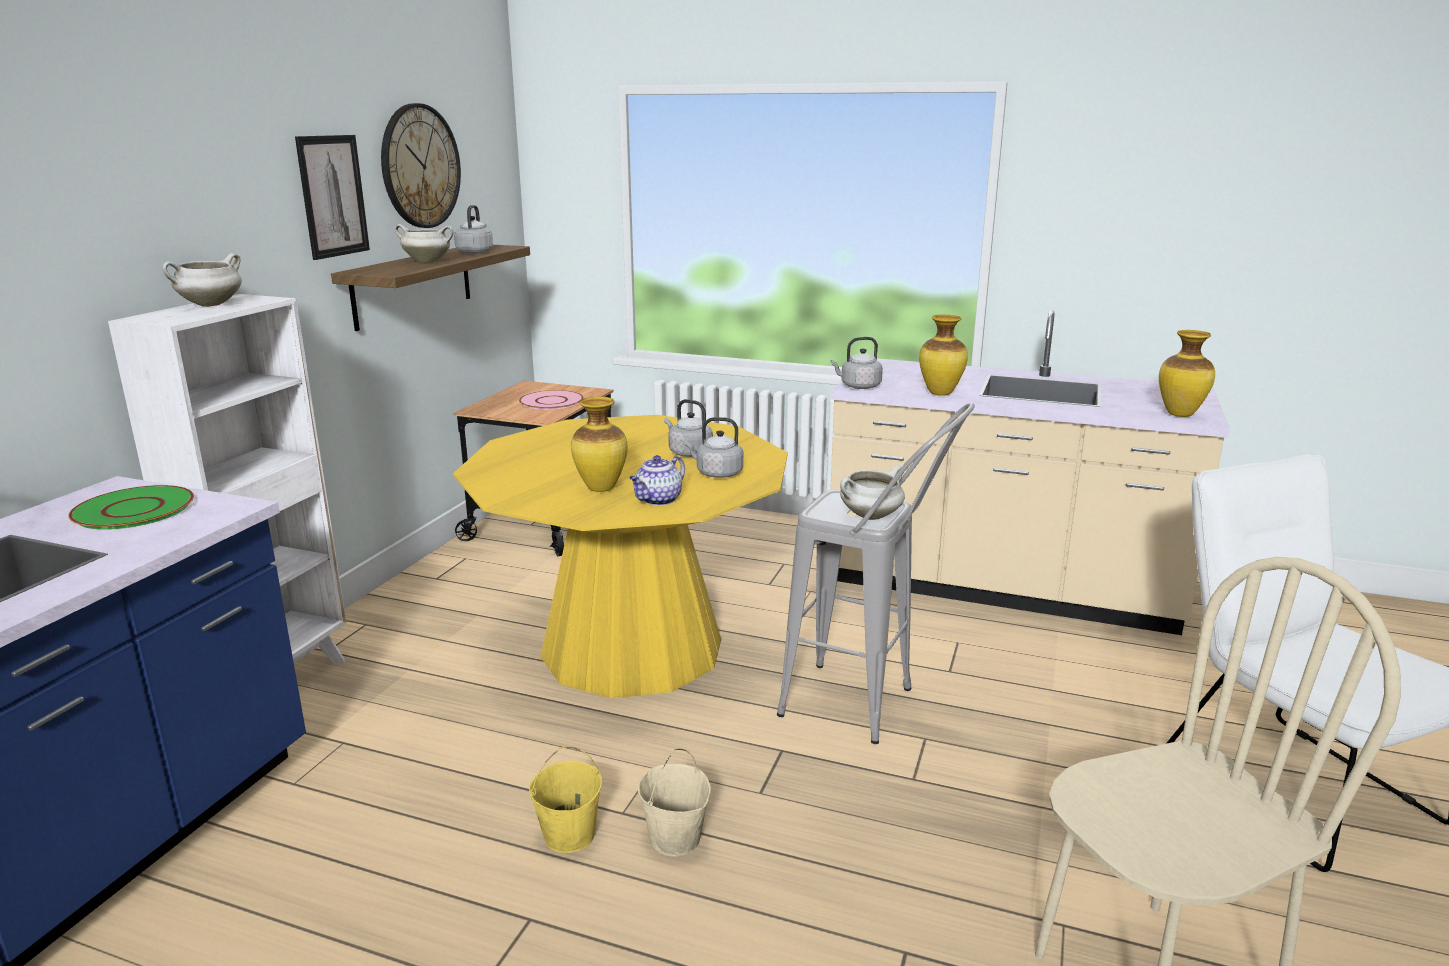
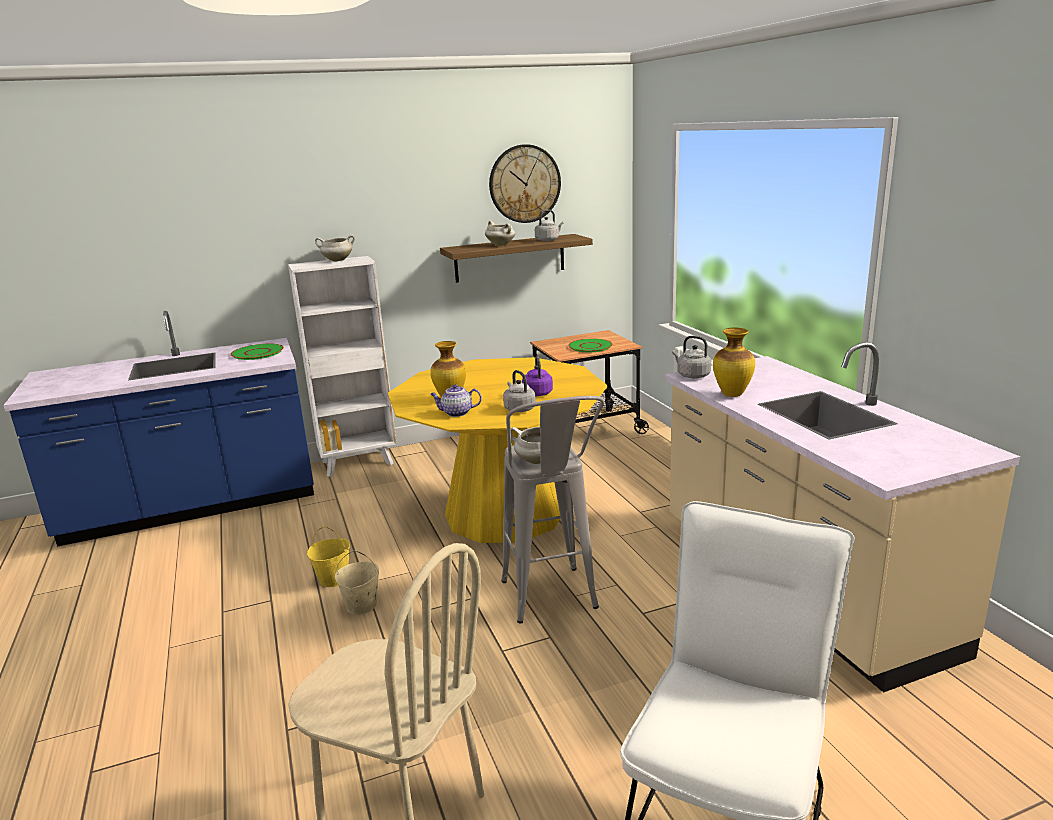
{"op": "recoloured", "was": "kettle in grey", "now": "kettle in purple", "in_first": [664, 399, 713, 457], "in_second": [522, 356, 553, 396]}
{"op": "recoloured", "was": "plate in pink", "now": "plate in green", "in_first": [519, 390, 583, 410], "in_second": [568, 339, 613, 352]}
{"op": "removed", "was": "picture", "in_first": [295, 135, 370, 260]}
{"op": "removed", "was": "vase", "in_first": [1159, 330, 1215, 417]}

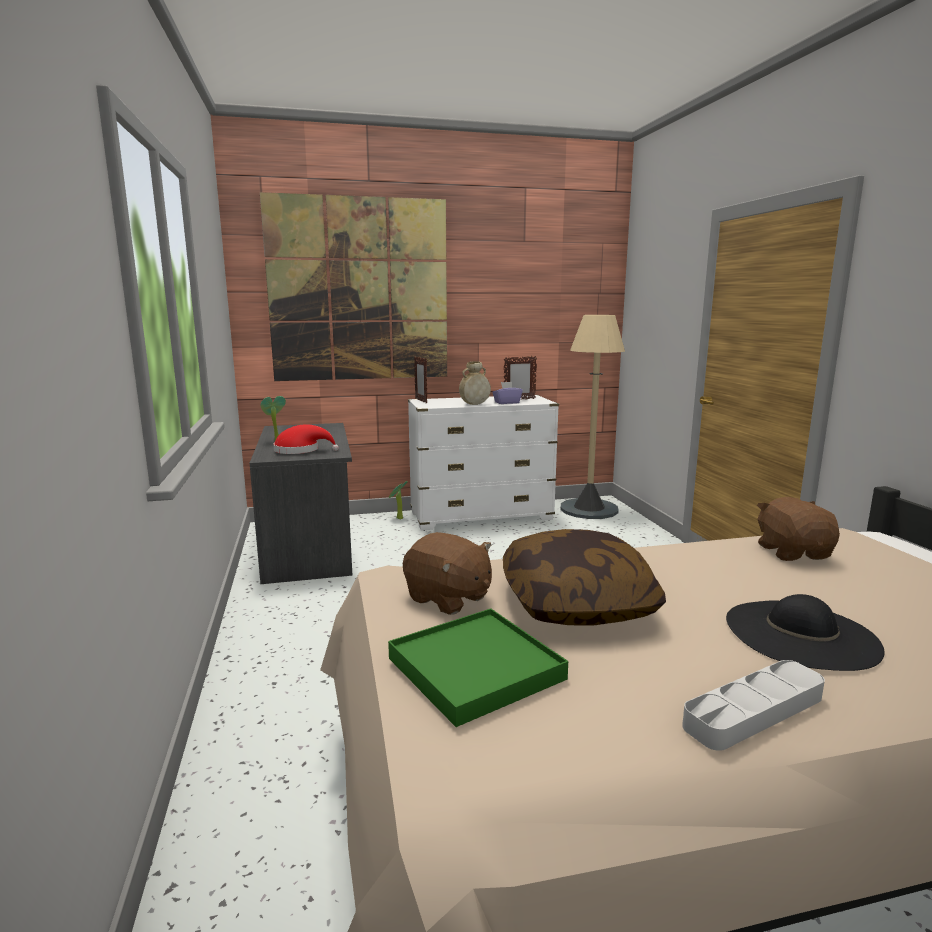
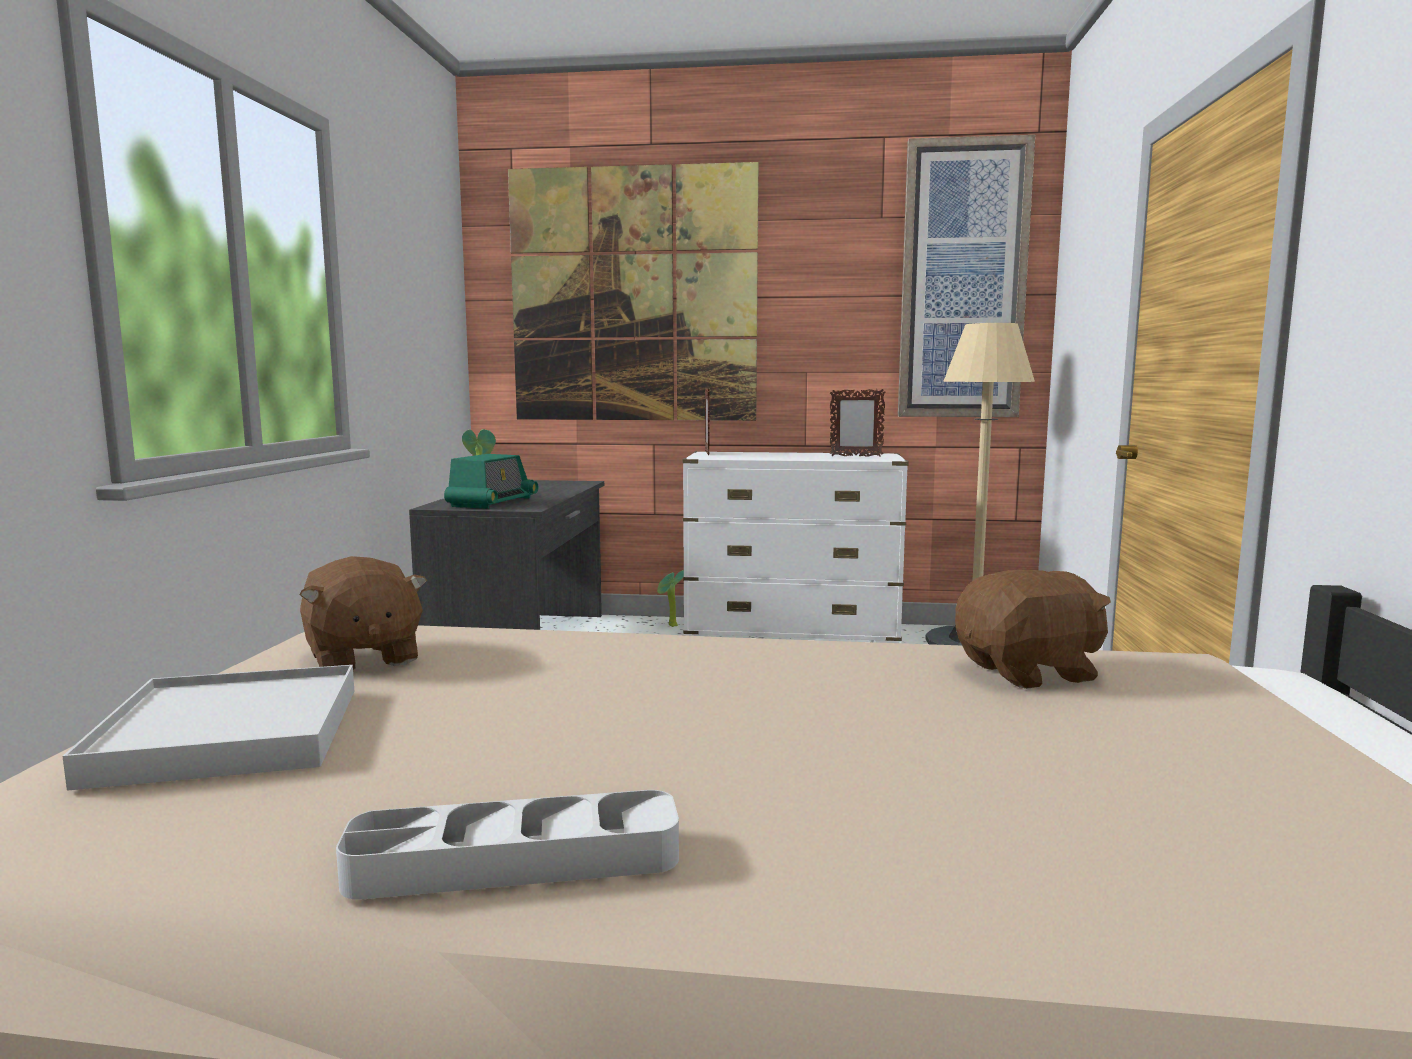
{"op": "recoloured", "was": "tray in green", "now": "tray in white", "in_first": [388, 608, 568, 727], "in_second": [62, 665, 354, 790]}
{"op": "replaced", "was": "hat in red", "now": "radio", "in_first": [273, 424, 339, 454], "in_second": [444, 454, 538, 509]}
{"op": "added", "now": "picture", "in_second": [898, 135, 1035, 417]}
{"op": "turned", "was": "plush toy in brown", "in_first": [757, 497, 840, 561], "in_second": [955, 570, 1111, 689], "clockwise": 60}
{"op": "removed", "was": "vase in beige", "in_first": [459, 361, 491, 405]}
{"op": "removed", "was": "tissue box in purple", "in_first": [492, 382, 523, 404]}
{"op": "removed", "was": "pillow", "in_first": [503, 529, 666, 625]}
{"op": "removed", "was": "hat in black", "in_first": [726, 594, 885, 671]}

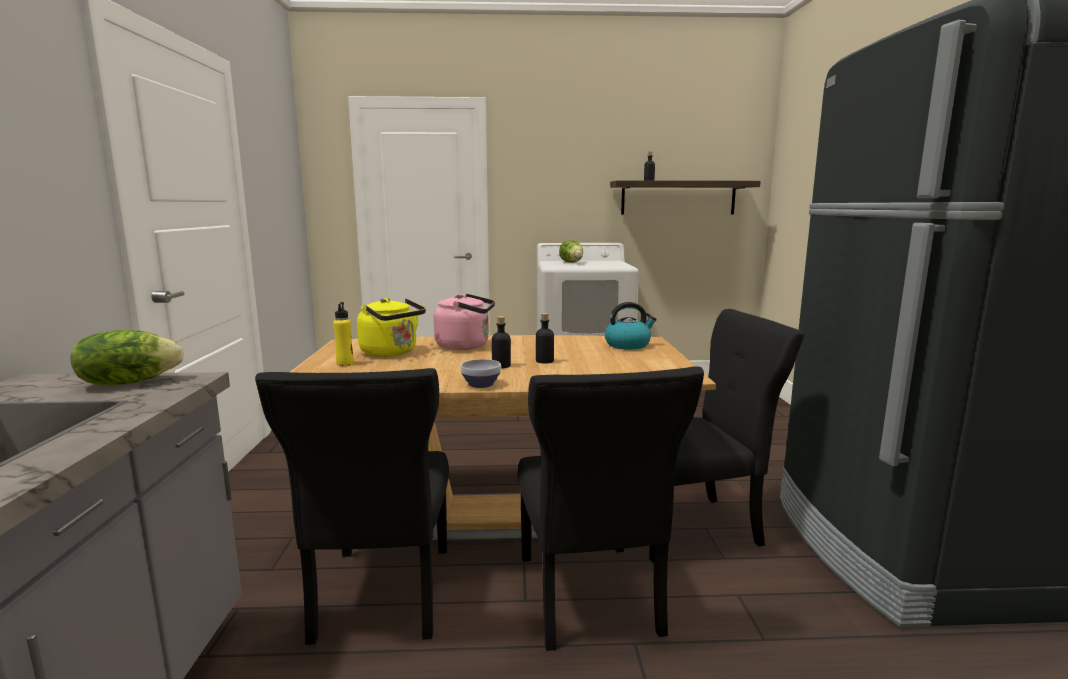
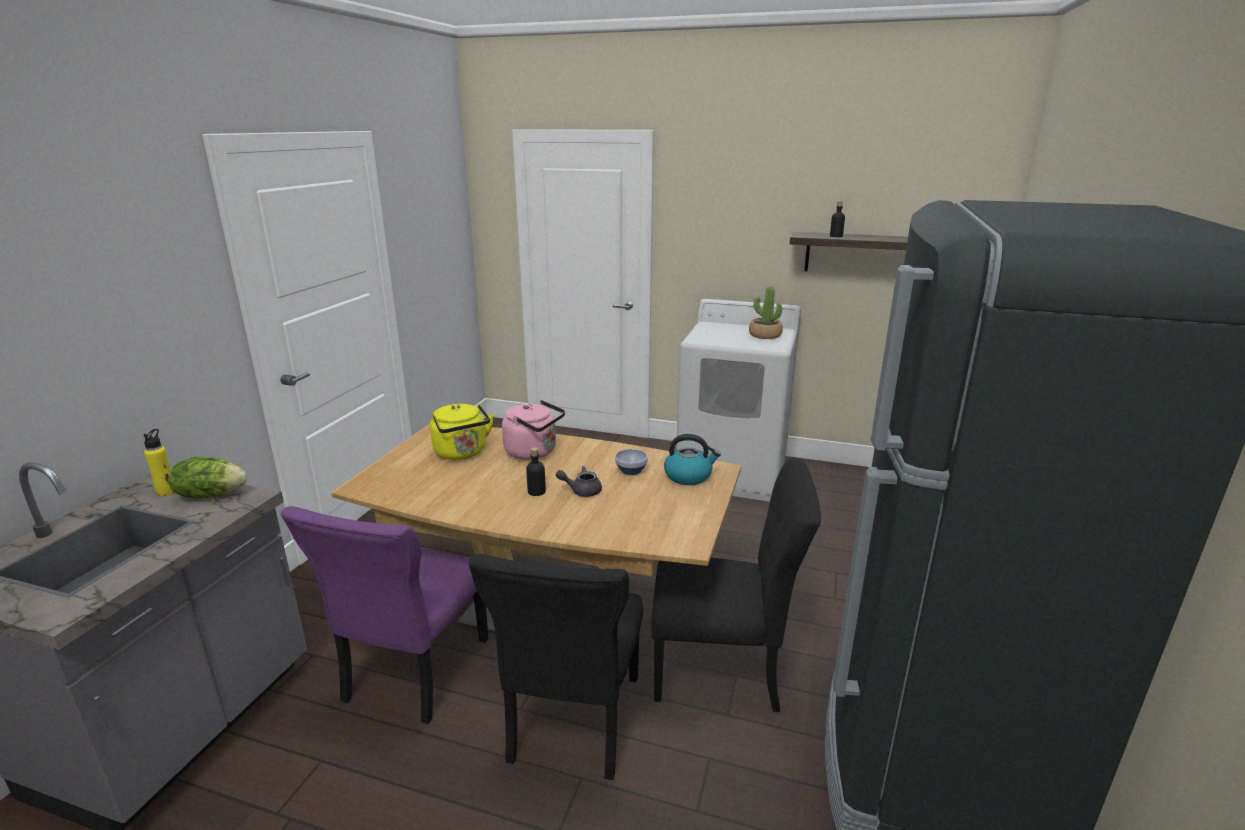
{"op": "moved", "was": "bottle in yellow", "in_first": [333, 302, 354, 366], "in_second": [144, 429, 174, 496]}
{"op": "recoloured", "was": "chair in black", "now": "chair in purple", "in_first": [255, 368, 449, 645], "in_second": [281, 506, 488, 724]}
{"op": "replaced", "was": "bottle in black", "now": "teapot in grey", "in_first": [536, 313, 554, 363], "in_second": [556, 466, 602, 497]}
{"op": "moved", "was": "bowl", "in_first": [460, 359, 501, 388], "in_second": [615, 449, 648, 475]}
{"op": "added", "now": "potted plant", "in_second": [749, 286, 783, 339]}
{"op": "removed", "was": "lettuce", "in_first": [559, 240, 583, 263]}

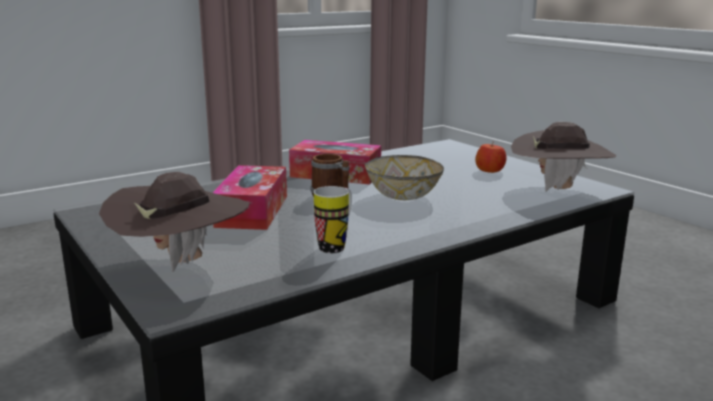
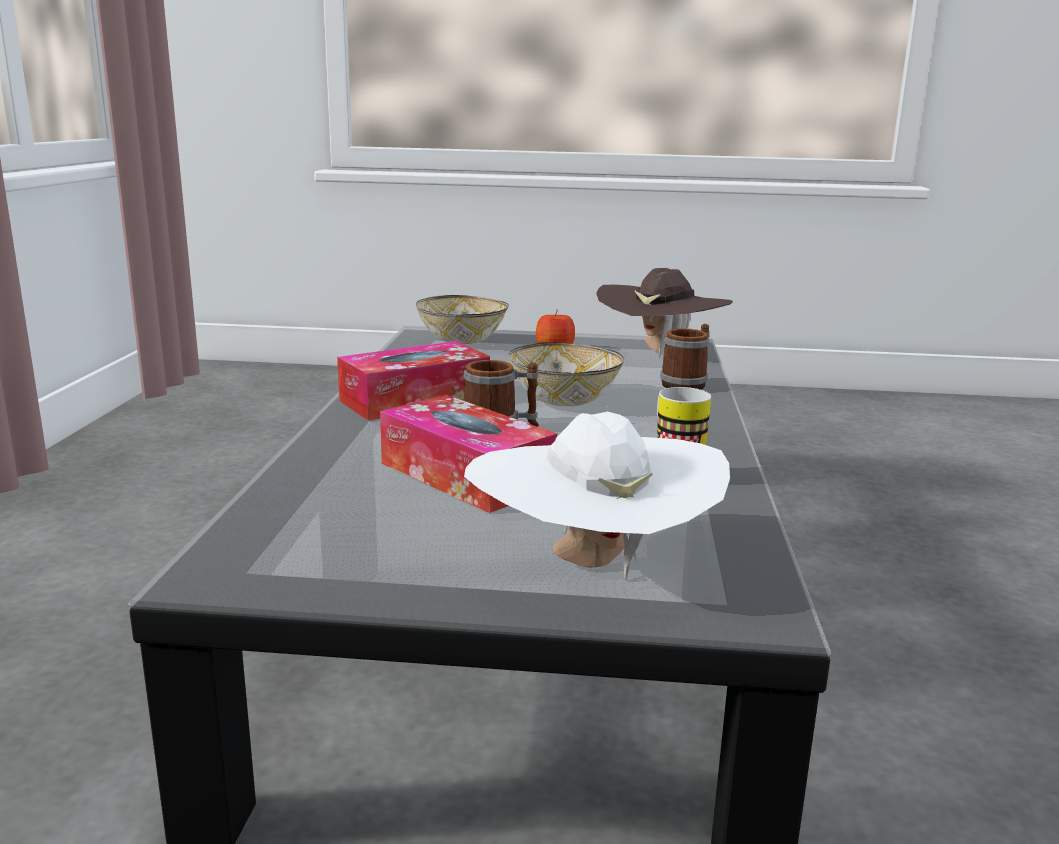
{"op": "added", "now": "bowl", "in_second": [416, 295, 509, 344]}
{"op": "recoloured", "was": "hat in brown", "now": "hat in white", "in_first": [99, 172, 250, 272], "in_second": [464, 412, 730, 580]}
{"op": "added", "now": "mug", "in_second": [660, 324, 710, 390]}

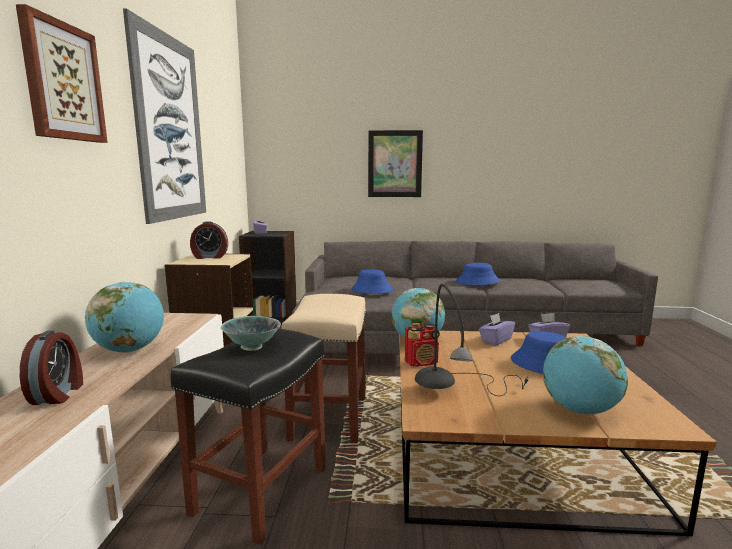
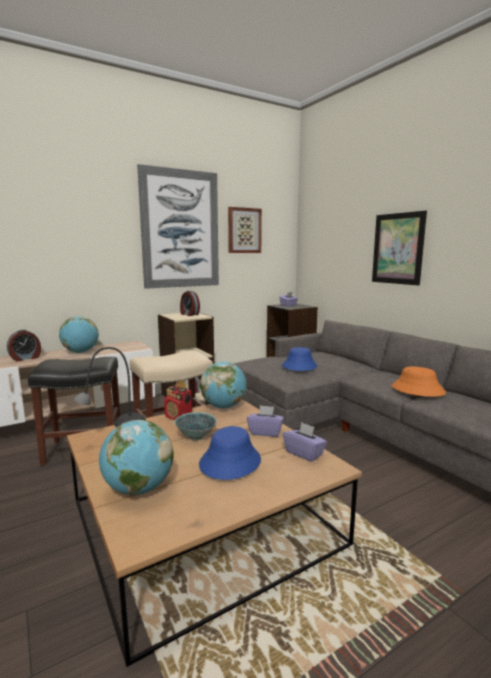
{"op": "moved", "was": "bowl", "in_first": [221, 316, 281, 351], "in_second": [174, 412, 217, 441]}
{"op": "moved", "was": "picture", "in_first": [16, 4, 108, 143], "in_second": [228, 207, 262, 253]}
{"op": "recoloured", "was": "hat in blue", "now": "hat in orange", "in_first": [456, 263, 500, 285], "in_second": [392, 367, 446, 397]}

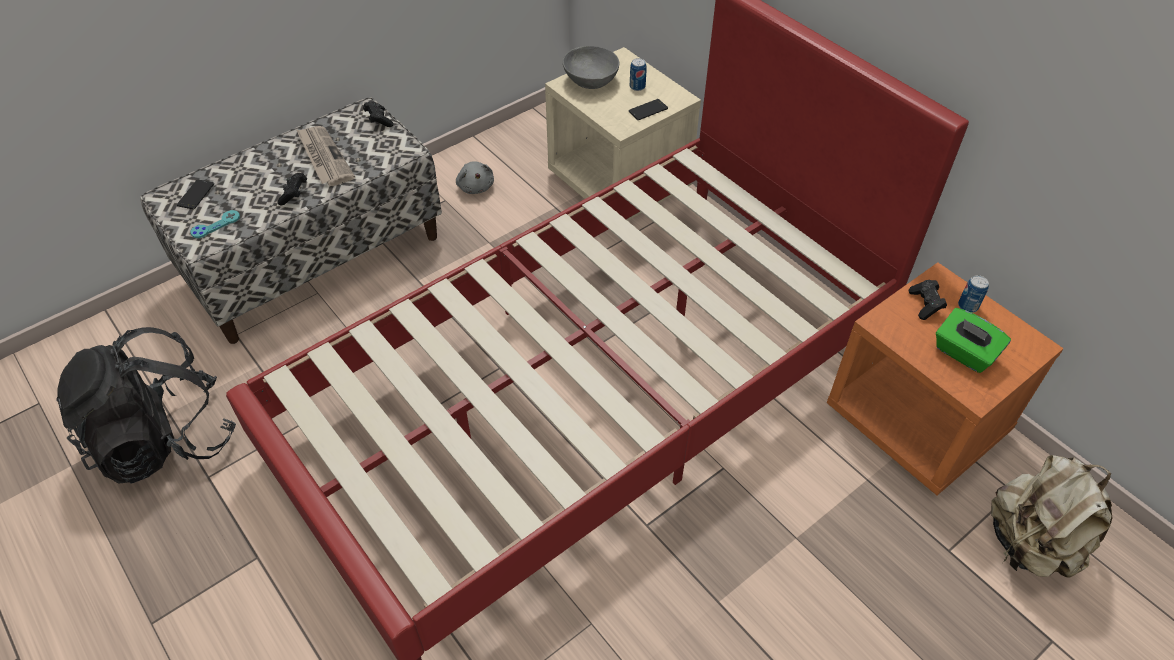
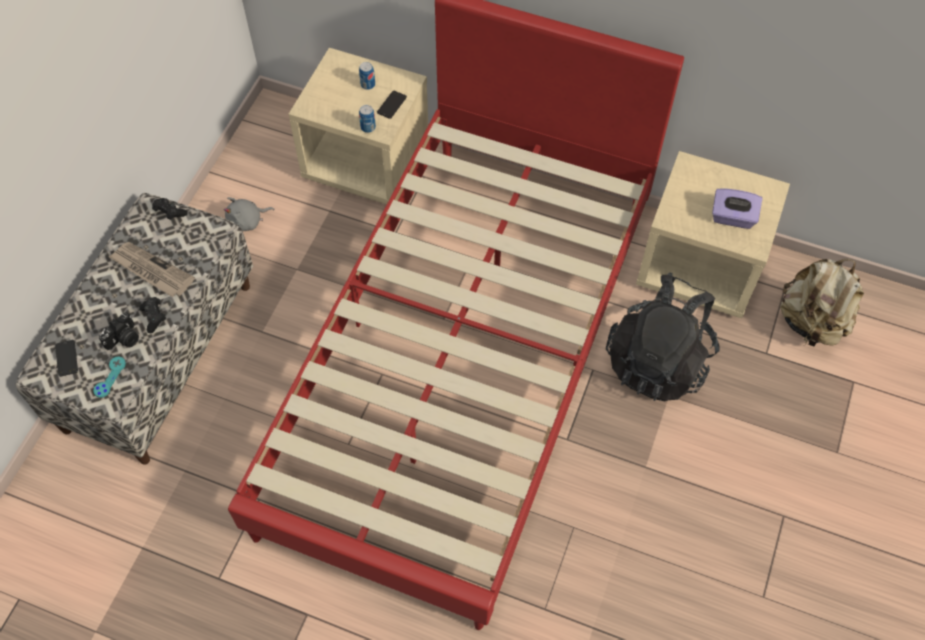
{"op": "added", "now": "photo camera", "in_second": [99, 312, 139, 350]}
{"op": "turned", "was": "plush toy in grey", "in_first": [456, 161, 494, 194], "in_second": [224, 197, 275, 231], "clockwise": 120}
{"op": "moved", "was": "can", "in_first": [958, 275, 989, 313], "in_second": [359, 105, 376, 133]}
{"op": "moved", "was": "backpack in black", "in_first": [56, 327, 236, 484], "in_second": [606, 272, 720, 401]}
{"op": "recoloured", "was": "nightstand in orange", "now": "nightstand in beige", "in_first": [827, 262, 1064, 495], "in_second": [636, 151, 790, 318]}
{"op": "recoloured", "was": "tissue box in green", "now": "tissue box in purple", "in_first": [936, 308, 1011, 373], "in_second": [712, 188, 763, 229]}
{"op": "removed", "was": "bowl in grey", "in_first": [563, 46, 619, 89]}
{"op": "removed", "was": "game controller in black", "in_first": [909, 280, 947, 320]}

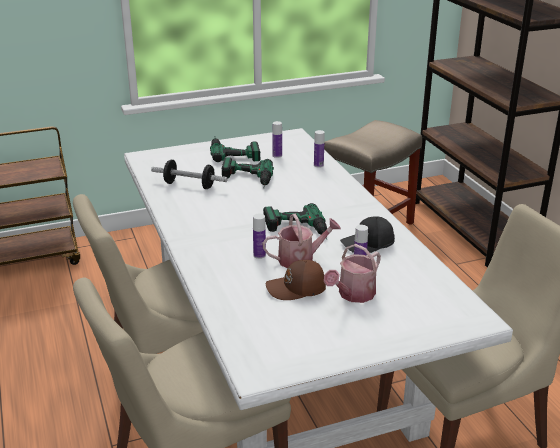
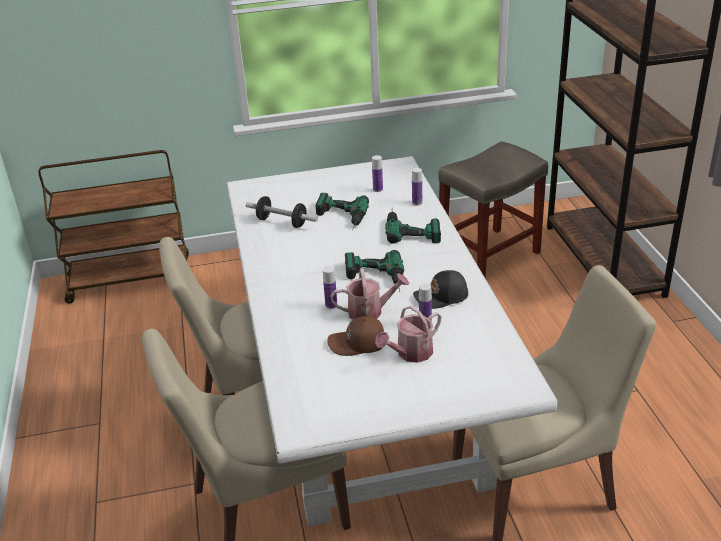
{"op": "moved", "was": "power drill", "in_first": [210, 138, 260, 162], "in_second": [385, 210, 441, 244]}

